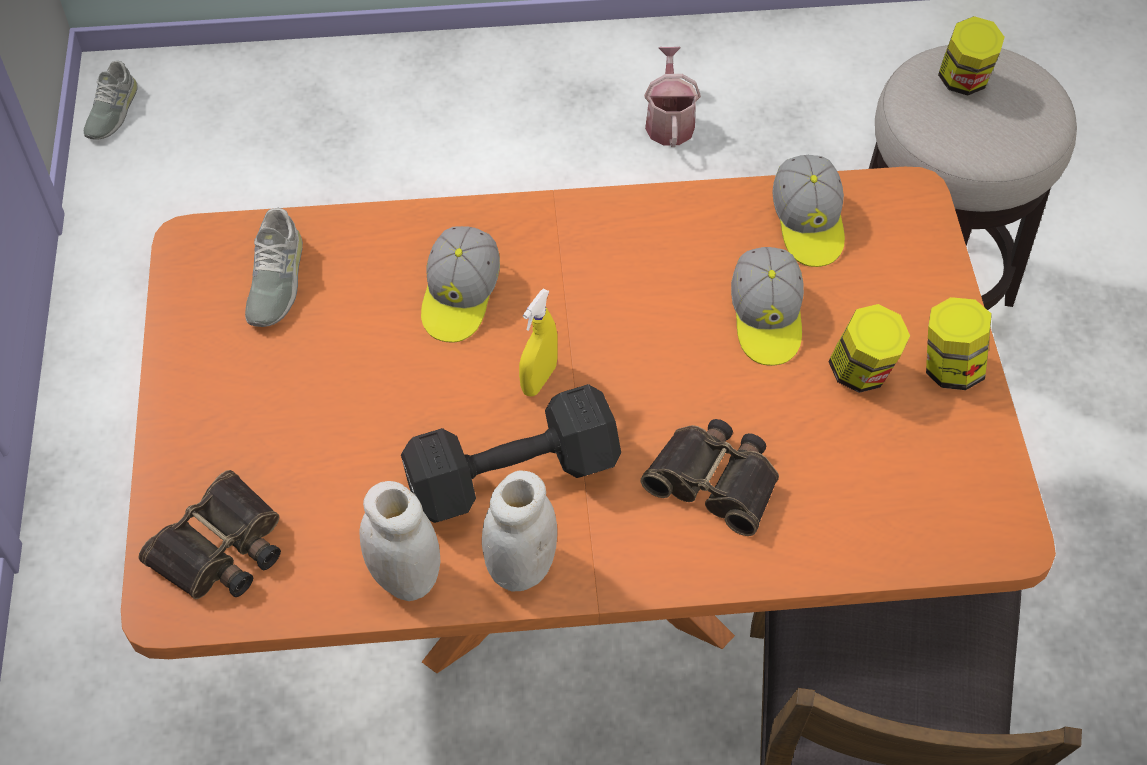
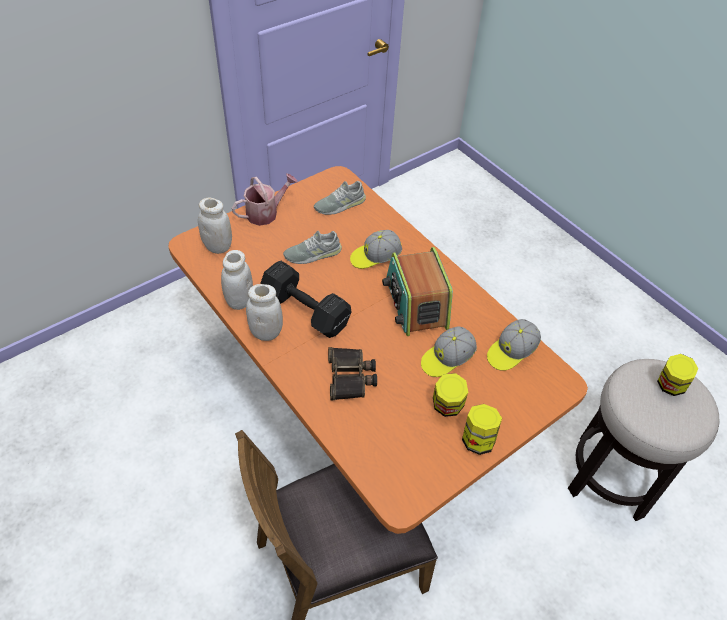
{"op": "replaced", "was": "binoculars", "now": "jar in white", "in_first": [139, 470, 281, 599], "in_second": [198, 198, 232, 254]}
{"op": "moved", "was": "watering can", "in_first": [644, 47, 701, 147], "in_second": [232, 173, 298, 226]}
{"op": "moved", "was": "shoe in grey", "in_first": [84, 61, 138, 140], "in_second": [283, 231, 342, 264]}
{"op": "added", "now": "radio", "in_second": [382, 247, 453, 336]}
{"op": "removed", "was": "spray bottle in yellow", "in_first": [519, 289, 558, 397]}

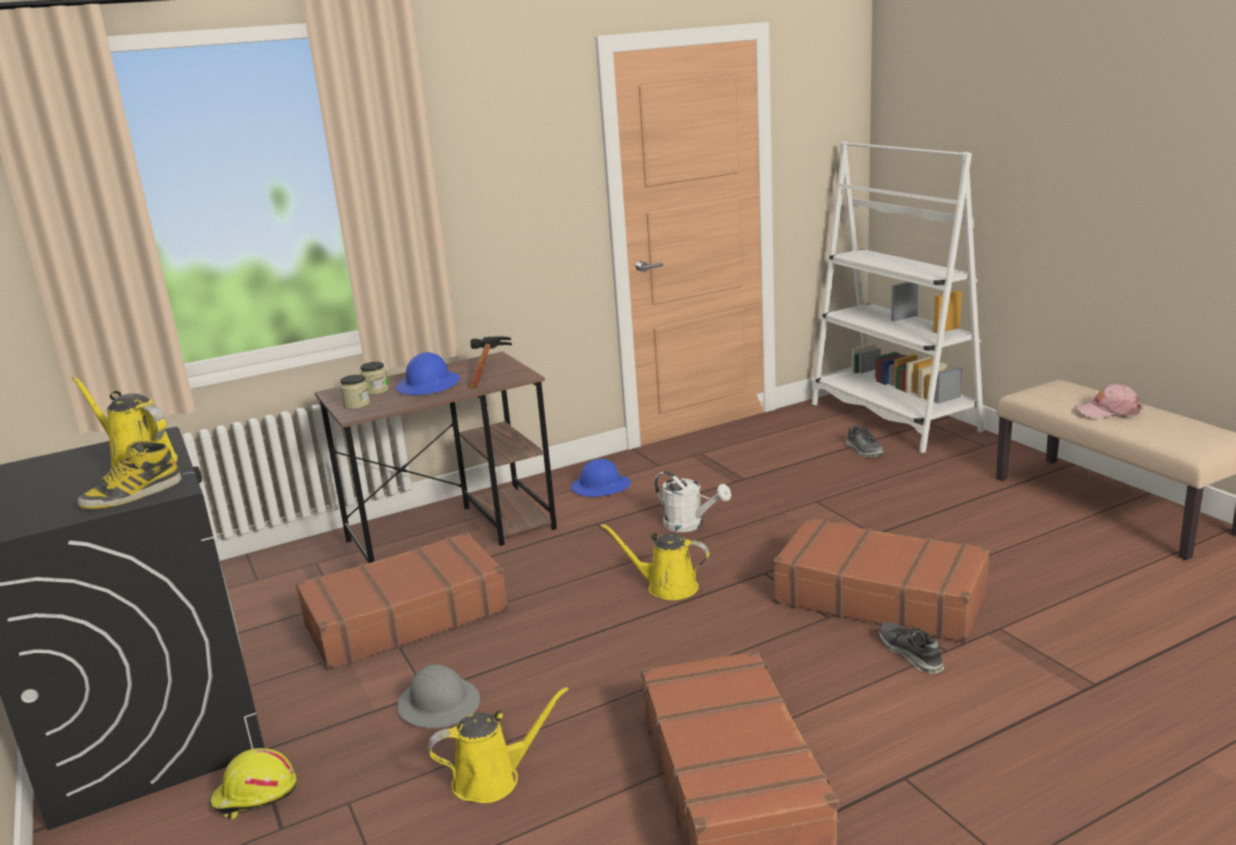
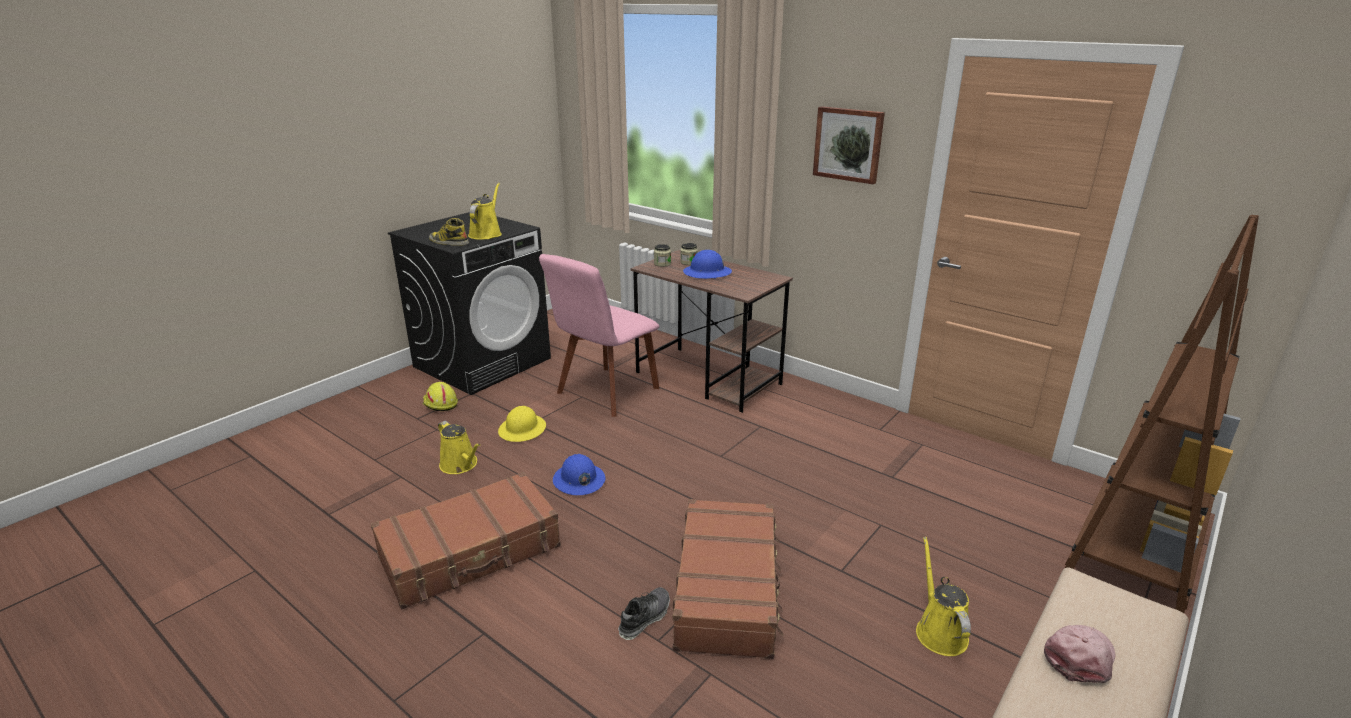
{"op": "recoloured", "was": "hard hat in grey", "now": "hard hat in yellow", "in_first": [397, 665, 480, 728], "in_second": [498, 406, 546, 442]}
{"op": "replaced", "was": "suitcase in brown", "now": "chair in pink", "in_first": [296, 532, 509, 671], "in_second": [539, 254, 659, 417]}
{"op": "moved", "was": "hard hat in blue", "in_first": [571, 459, 631, 497], "in_second": [553, 454, 605, 495]}
{"op": "added", "now": "picture", "in_second": [813, 106, 885, 184]}
{"op": "moved", "was": "watering can in yellow", "in_first": [601, 523, 709, 600], "in_second": [916, 537, 971, 656]}
{"op": "turned", "was": "cap in pink", "in_first": [1075, 384, 1143, 418], "in_second": [1044, 625, 1115, 683], "clockwise": 60}
{"op": "recoloured", "was": "bookcase in white", "now": "bookcase in brown", "in_first": [812, 141, 985, 453], "in_second": [1065, 215, 1259, 613]}
{"op": "removed", "was": "hammer", "in_first": [469, 336, 512, 388]}
{"op": "removed", "was": "watering can in white", "in_first": [654, 471, 731, 532]}
{"op": "removed", "was": "shoe", "in_first": [845, 425, 884, 457]}

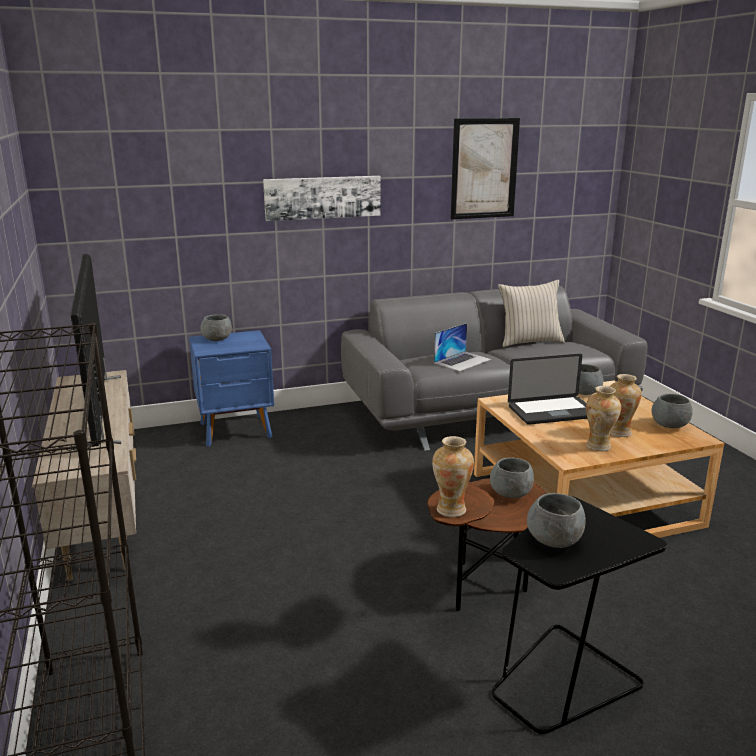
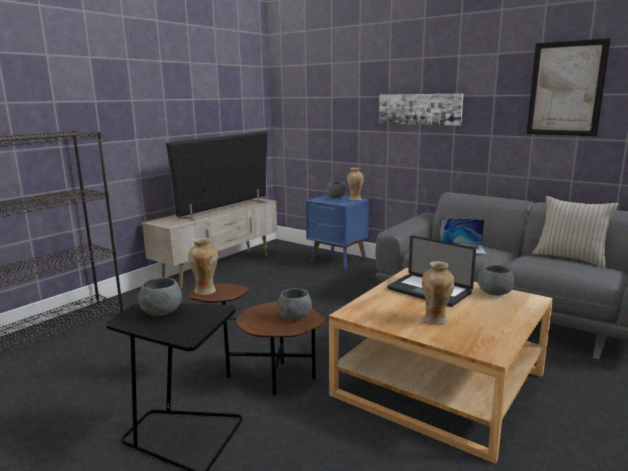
{"op": "moved", "was": "vase", "in_first": [586, 386, 621, 451], "in_second": [347, 168, 364, 201]}
{"op": "removed", "was": "bowl in grey", "in_first": [652, 394, 693, 428]}

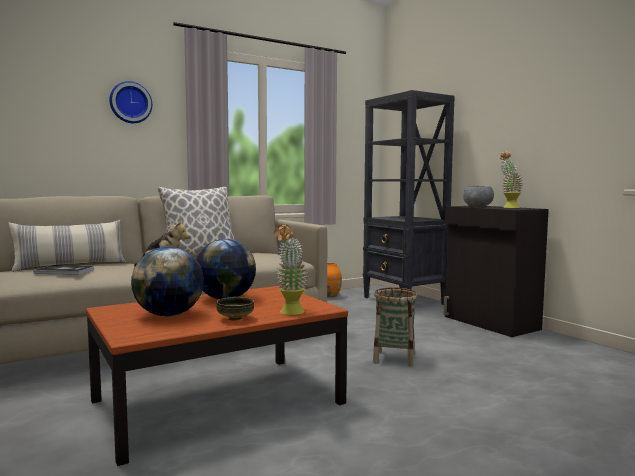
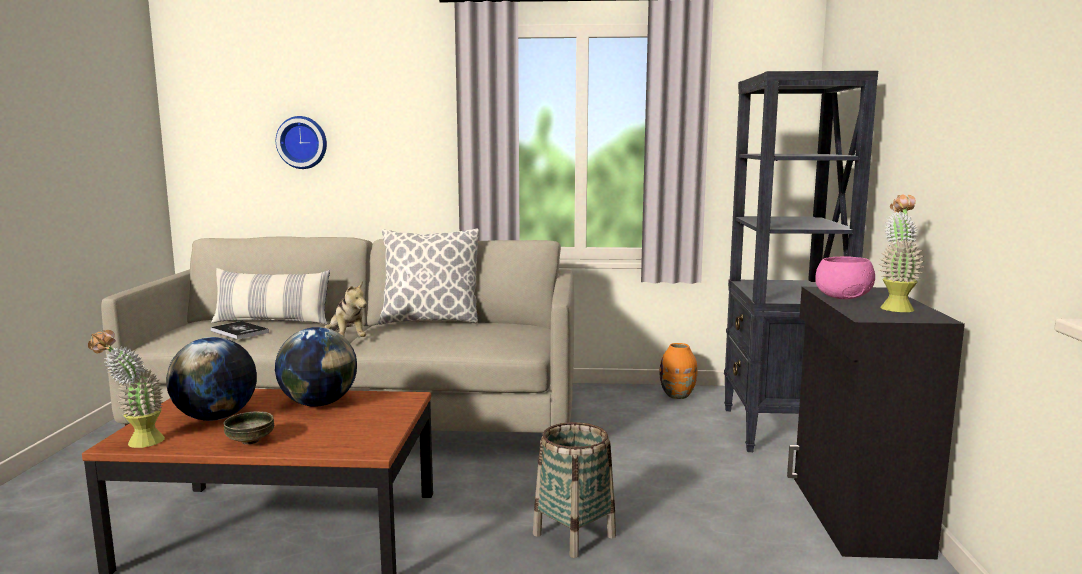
{"op": "moved", "was": "potted plant", "in_first": [274, 224, 308, 315], "in_second": [88, 330, 165, 448]}
{"op": "moved", "was": "wall clock", "in_first": [109, 81, 152, 123], "in_second": [276, 116, 327, 169]}
{"op": "recoloured", "was": "bowl in grey", "now": "bowl in pink", "in_first": [463, 186, 494, 207], "in_second": [815, 257, 875, 299]}

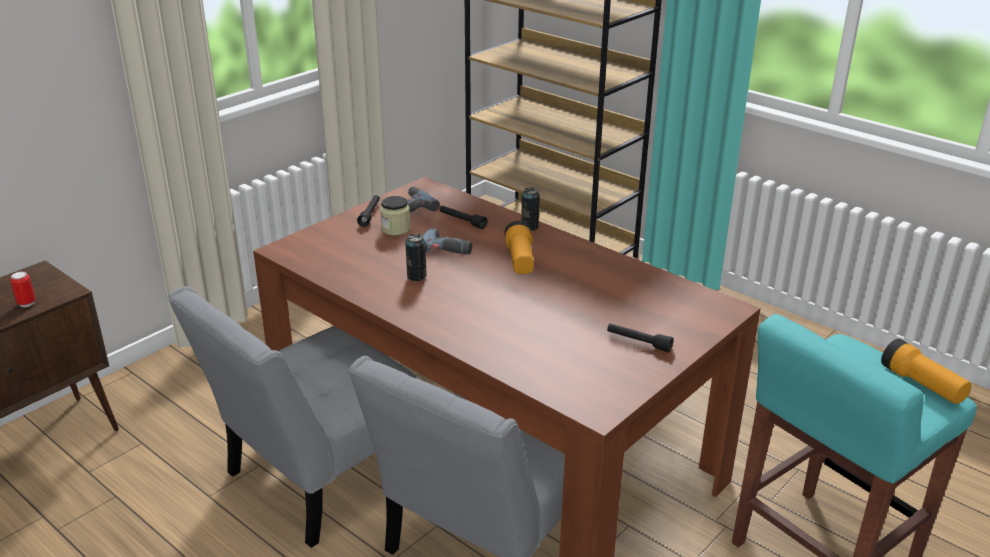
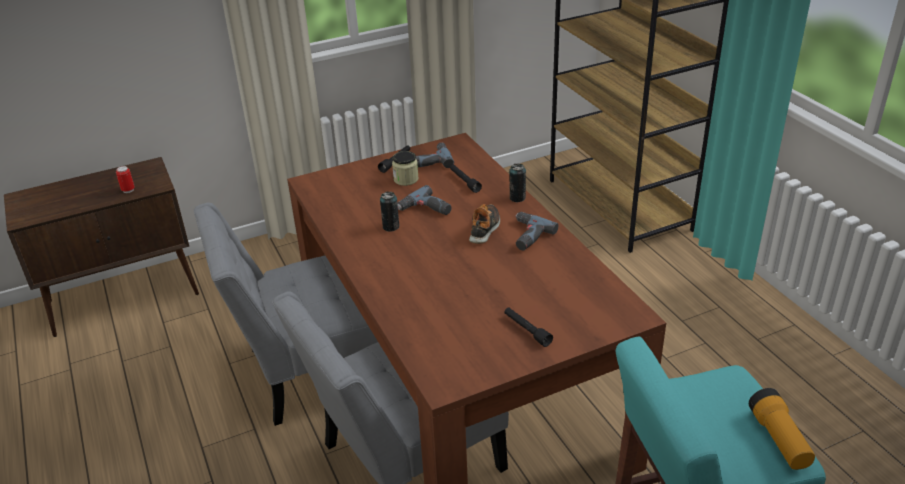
{"op": "replaced", "was": "flashlight", "now": "shoe", "in_first": [504, 221, 534, 274], "in_second": [469, 204, 500, 244]}
{"op": "added", "now": "power drill", "in_second": [516, 212, 558, 251]}

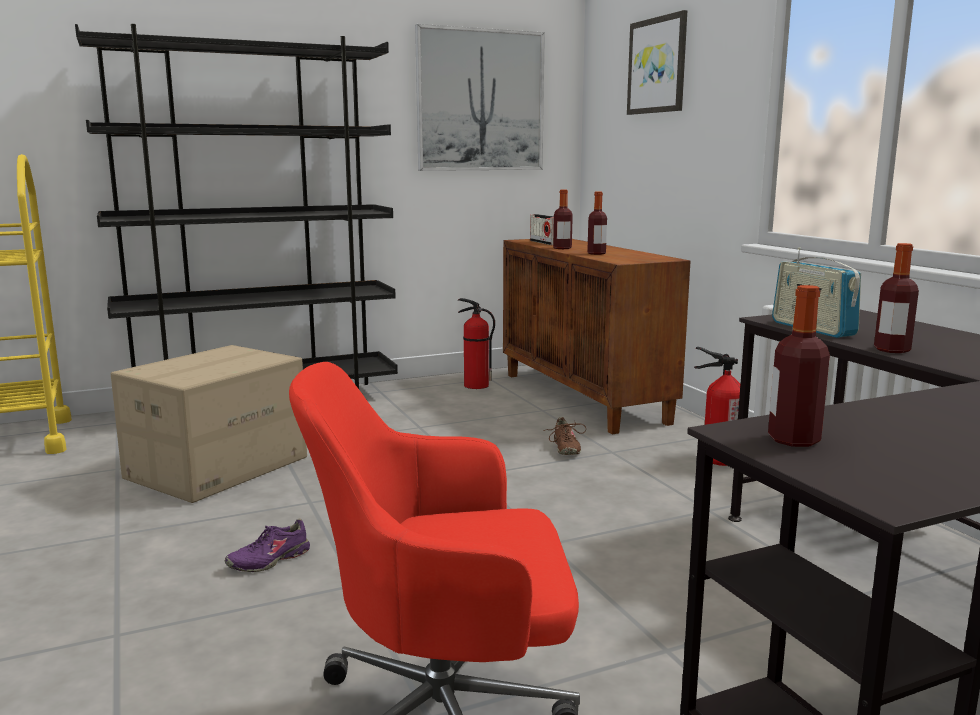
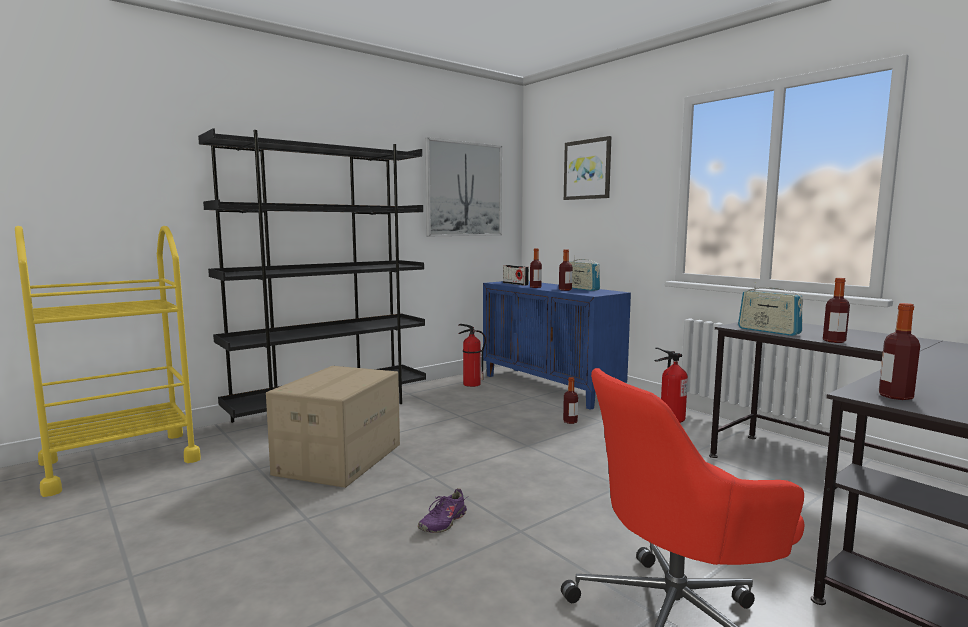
{"op": "recoloured", "was": "cabinet in brown", "now": "cabinet in blue", "in_first": [503, 239, 690, 434], "in_second": [483, 281, 631, 410]}
{"op": "replaced", "was": "shoe in brown", "now": "bottle", "in_first": [544, 417, 586, 455], "in_second": [563, 377, 578, 424]}
{"op": "added", "now": "radio", "in_second": [569, 255, 600, 291]}

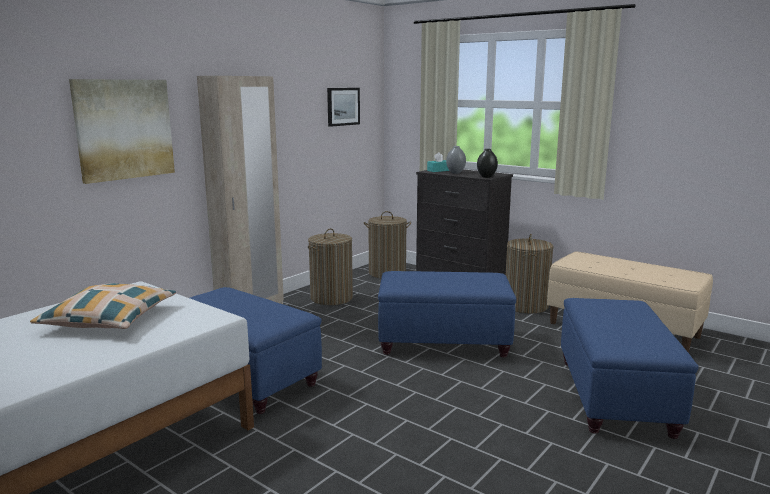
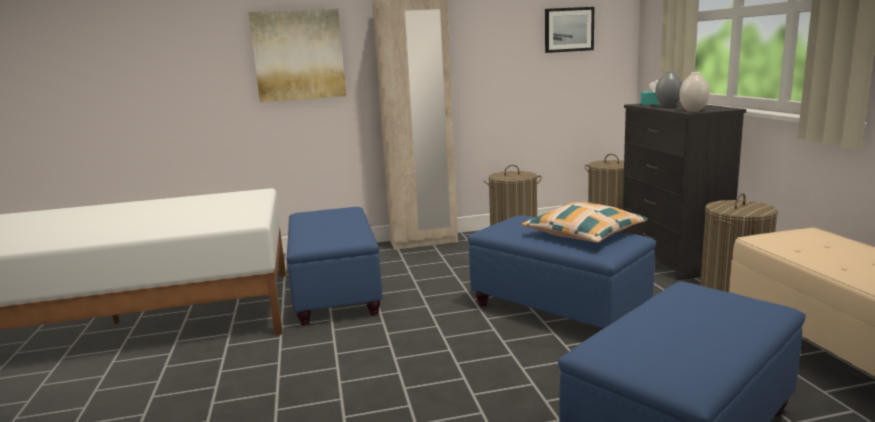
{"op": "moved", "was": "pillow", "in_first": [30, 283, 176, 329], "in_second": [522, 202, 648, 243]}
{"op": "recoloured", "was": "vase in black", "now": "vase in white", "in_first": [477, 149, 498, 178], "in_second": [679, 72, 710, 112]}

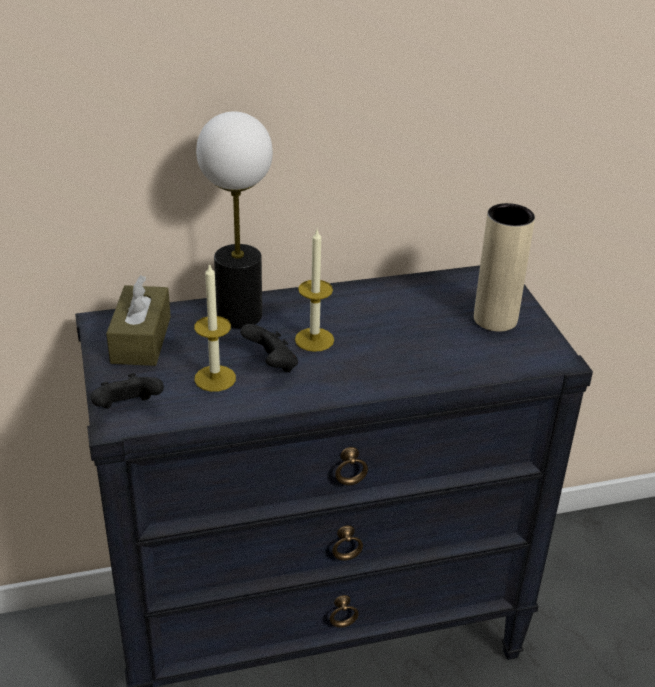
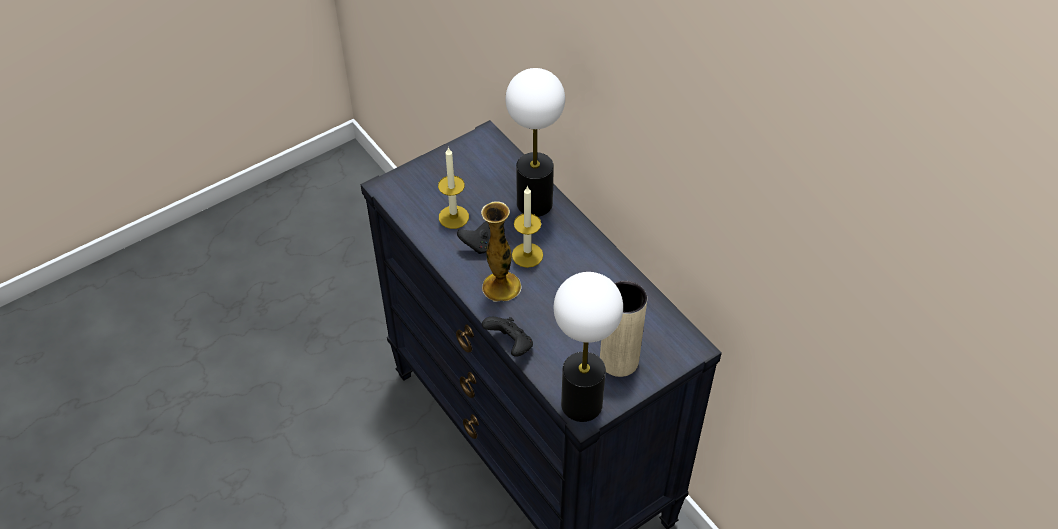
{"op": "added", "now": "vase", "in_second": [481, 201, 522, 302]}
{"op": "moved", "was": "game controller in black", "in_first": [91, 373, 164, 408], "in_second": [482, 317, 533, 357]}
{"op": "added", "now": "table lamp", "in_second": [553, 272, 623, 422]}
{"op": "removed", "was": "tissue box in brown", "in_first": [106, 275, 171, 366]}

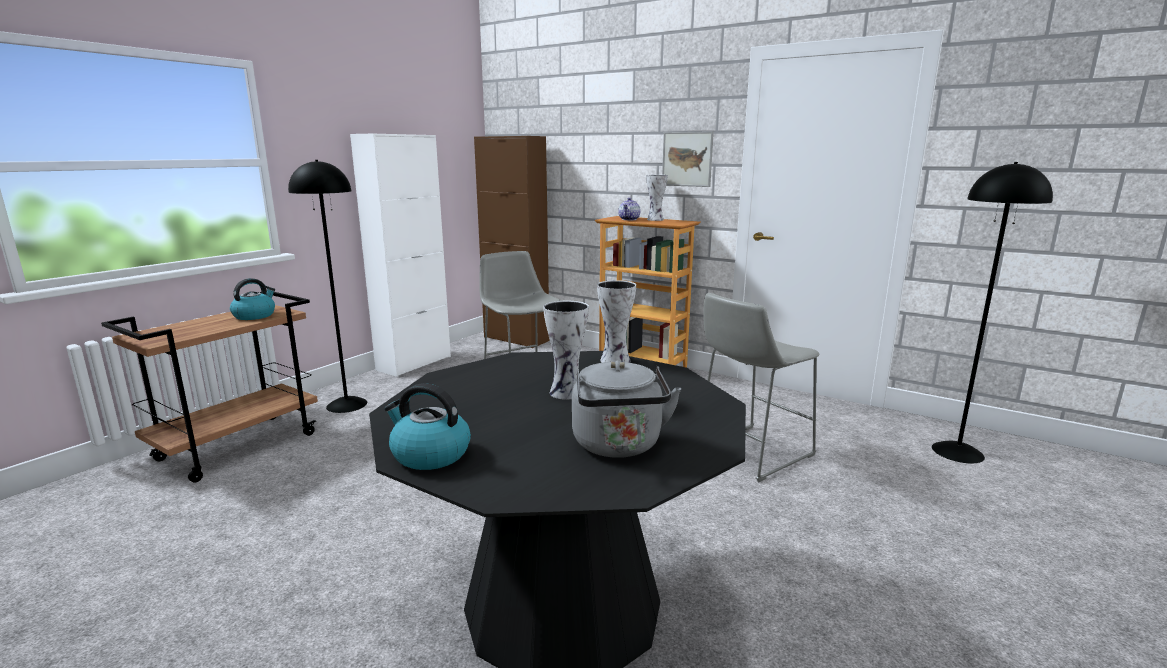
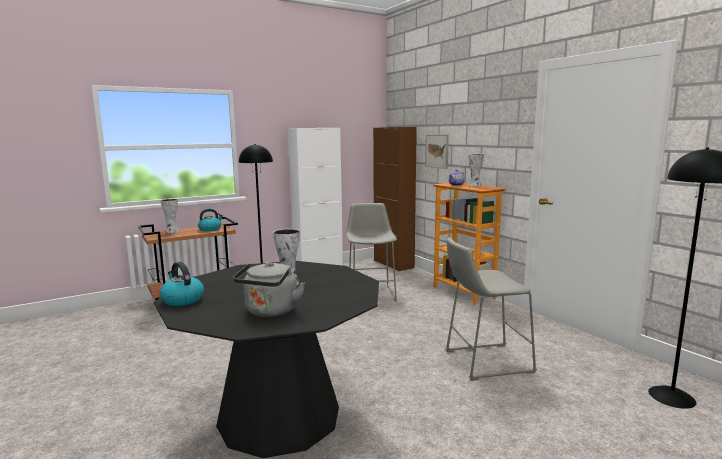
{"op": "moved", "was": "vase", "in_first": [597, 280, 636, 363], "in_second": [160, 199, 179, 233]}
{"op": "moved", "was": "picture", "in_first": [662, 131, 714, 187], "in_second": [425, 135, 449, 169]}

